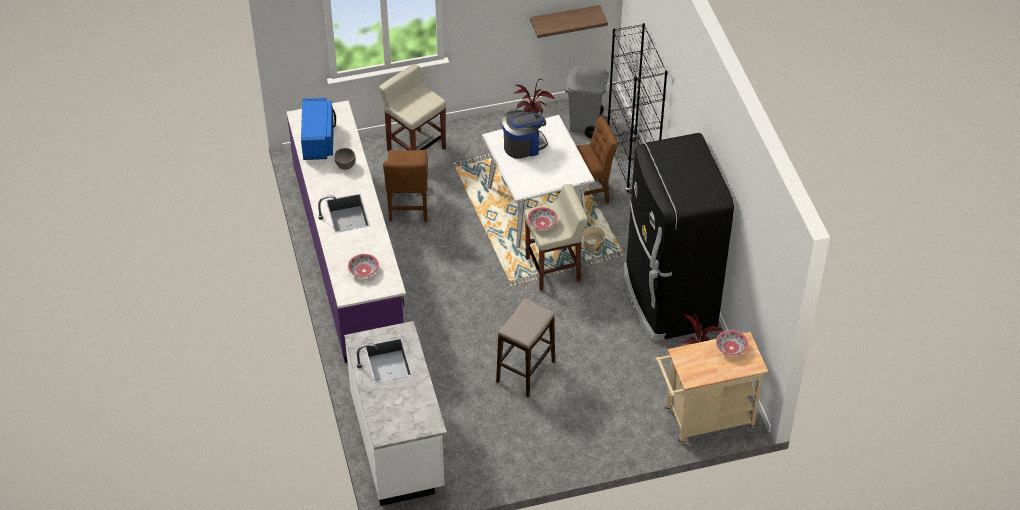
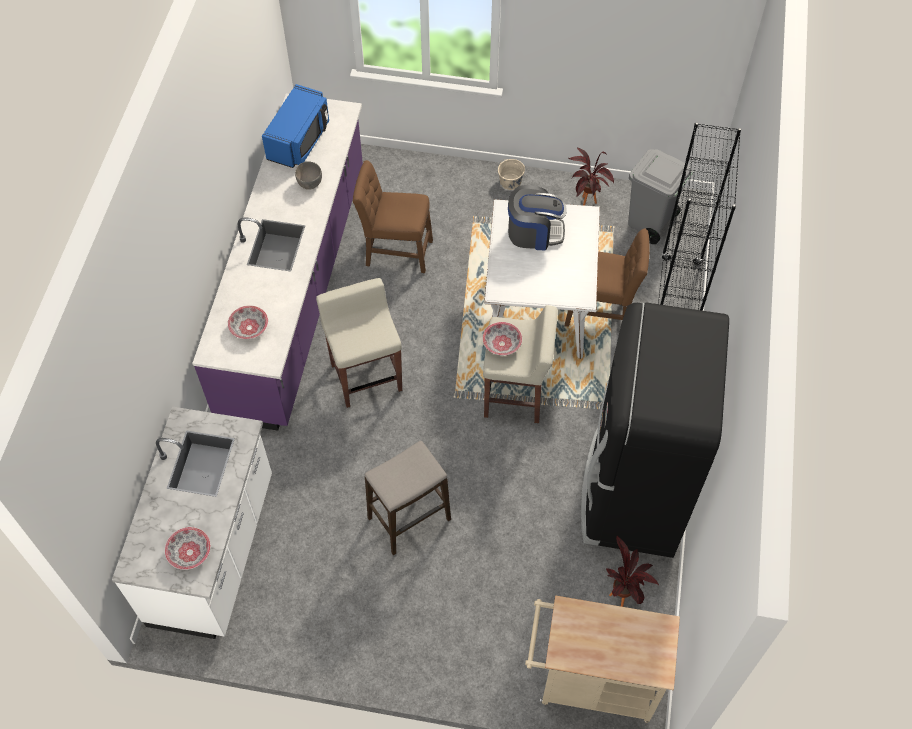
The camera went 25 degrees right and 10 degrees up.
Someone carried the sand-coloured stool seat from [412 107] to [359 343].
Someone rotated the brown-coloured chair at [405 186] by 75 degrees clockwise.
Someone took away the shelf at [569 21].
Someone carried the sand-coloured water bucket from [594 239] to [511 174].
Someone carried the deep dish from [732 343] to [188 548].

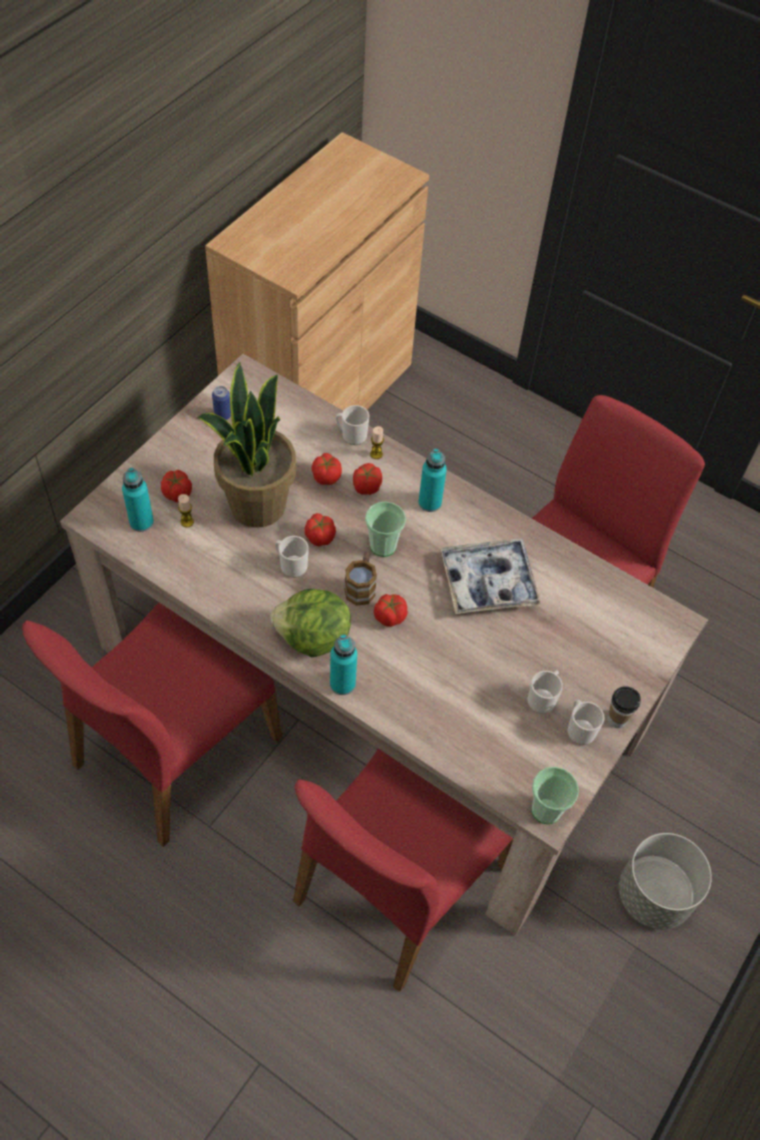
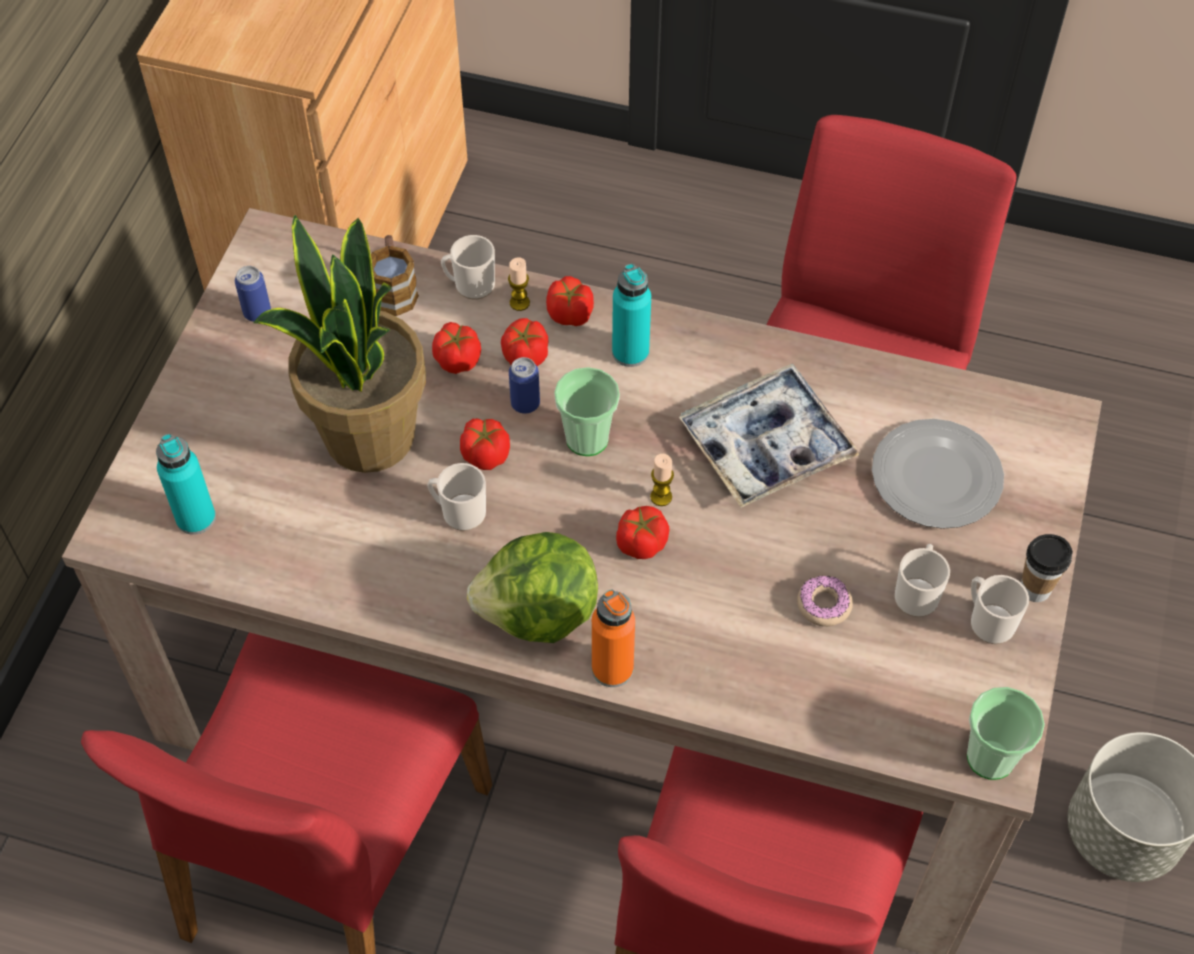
The camera went 15 degrees left and 0 degrees up.
Someone carried the fresh tomato from [176 486] to [570 301].
Someone carried the candle from [186 510] to [662 480].
Someone repainted the turquoise-coloured bottle at [343 664], which became the orange-coloured bottle at [613 638].
Someone carried the mug from [360 579] to [395 275].
Someone put down the metal can at [524 385].
Someone put down the doughnut at [825 601].
Someone put down the plate at [938 474].

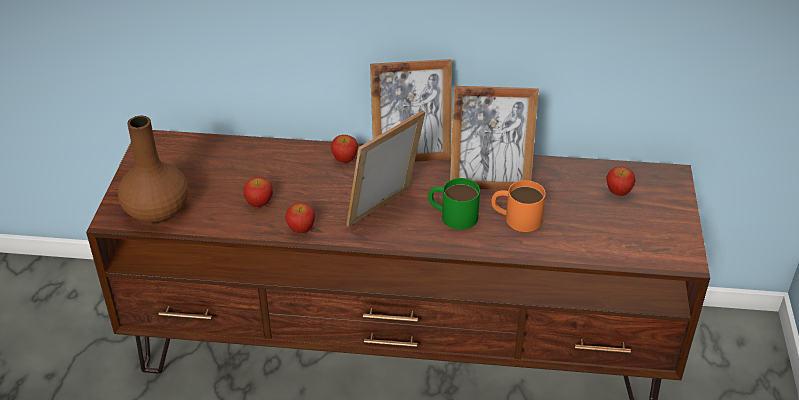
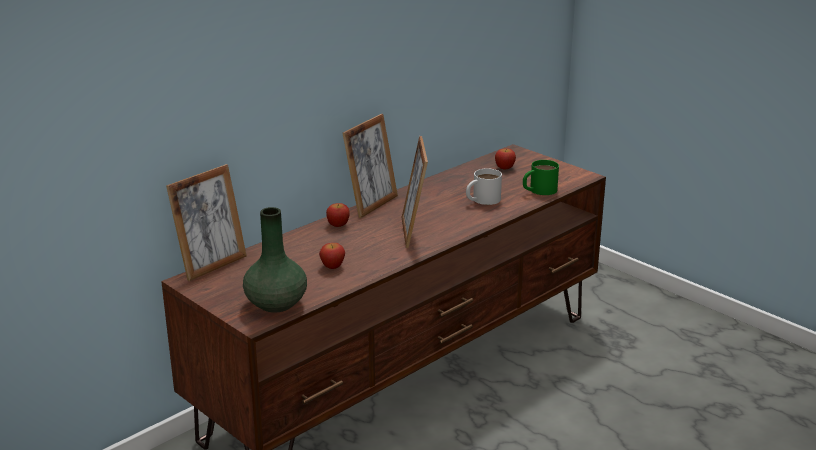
The camera went 50 degrees left and 15 degrees down.
Someone repainted the brown-coloured decorative vase at [153 169], which became the green decorative vase at [275 260].
Someone took away the whole apple at [300 218].
Someone carried the green mug from [454 204] to [541 177].
Someone carried the picture frame from [494 138] to [206 222].
Someone repainted the orange-coloured mug at [518 206], which became the white-coloured mug at [484 186].

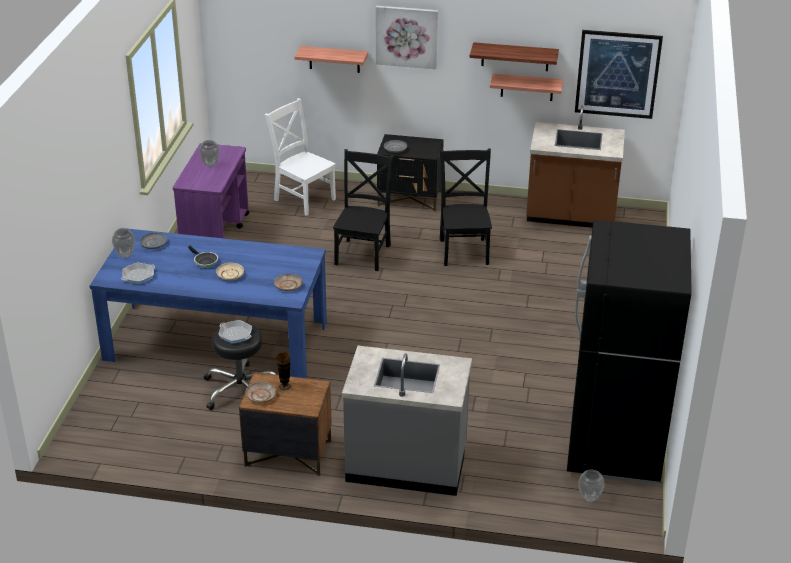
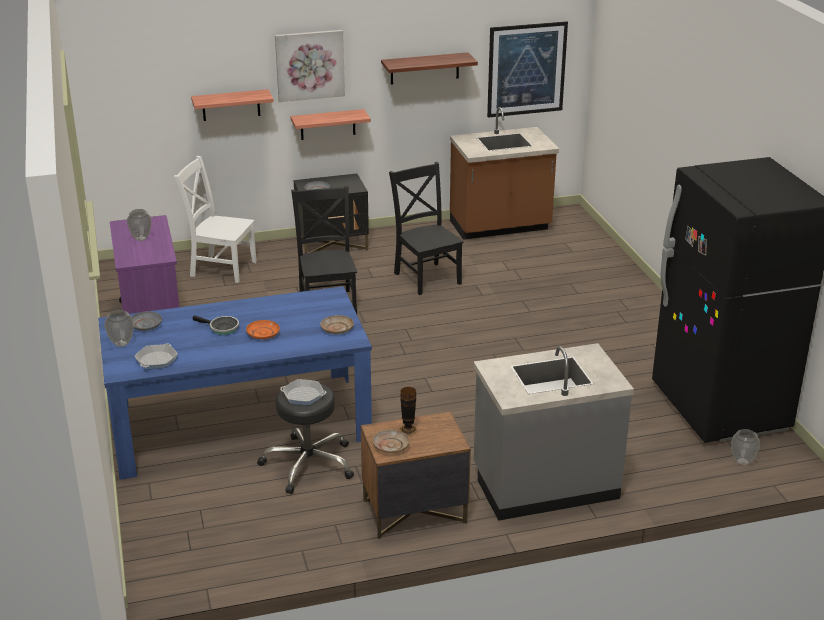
The camera went 25 degrees left and 5 degrees down.
Someone repainted the sand-coloured plate at [230 271], which became the orange-coloured plate at [263 329].
Someone carried the shelf from [526 87] to [330 124].

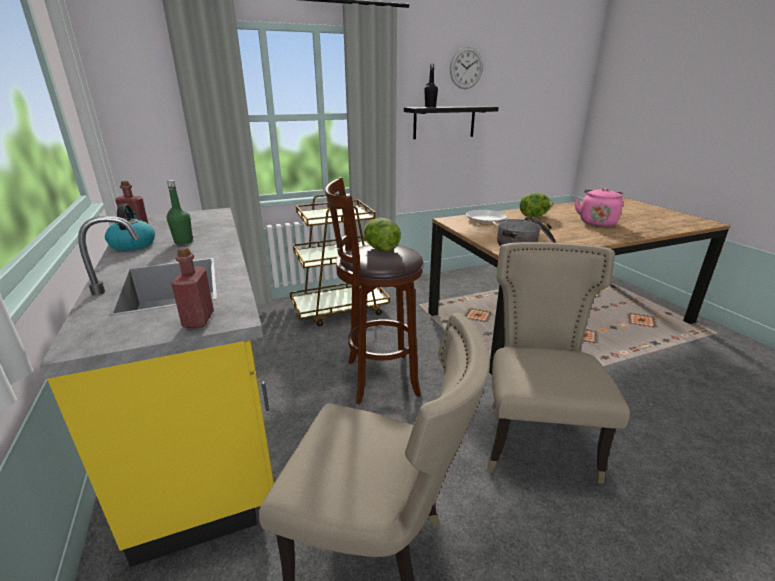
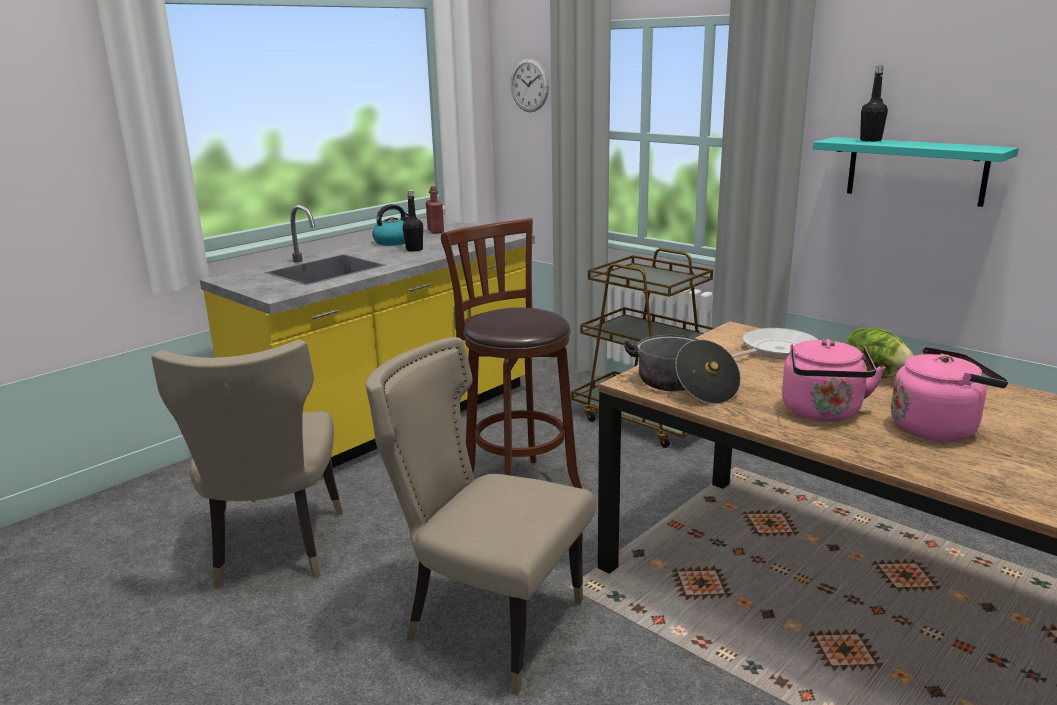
The camera went 65 degrees right and 5 degrees down.
Someone repainted the green bottle at [180 212], which became the black bottle at [413 221].
Someone took away the reddish bottle at [192 287].
Someone took away the lettuce at [382 234].
Someone repainted the black shelf at [451 122], which became the turquoise-coloured shelf at [916 172].
Someone carried the hanging clock from [466 68] to [530 85].
Someone rotated the sand-coloured chair at [558 363] by 135 degrees counterclockwise.
Someone put down the pink kettle at [833 380].

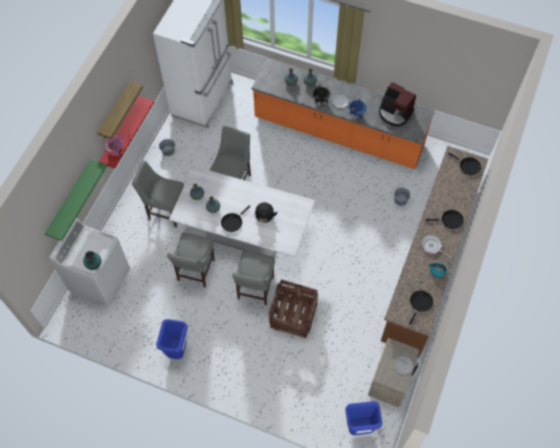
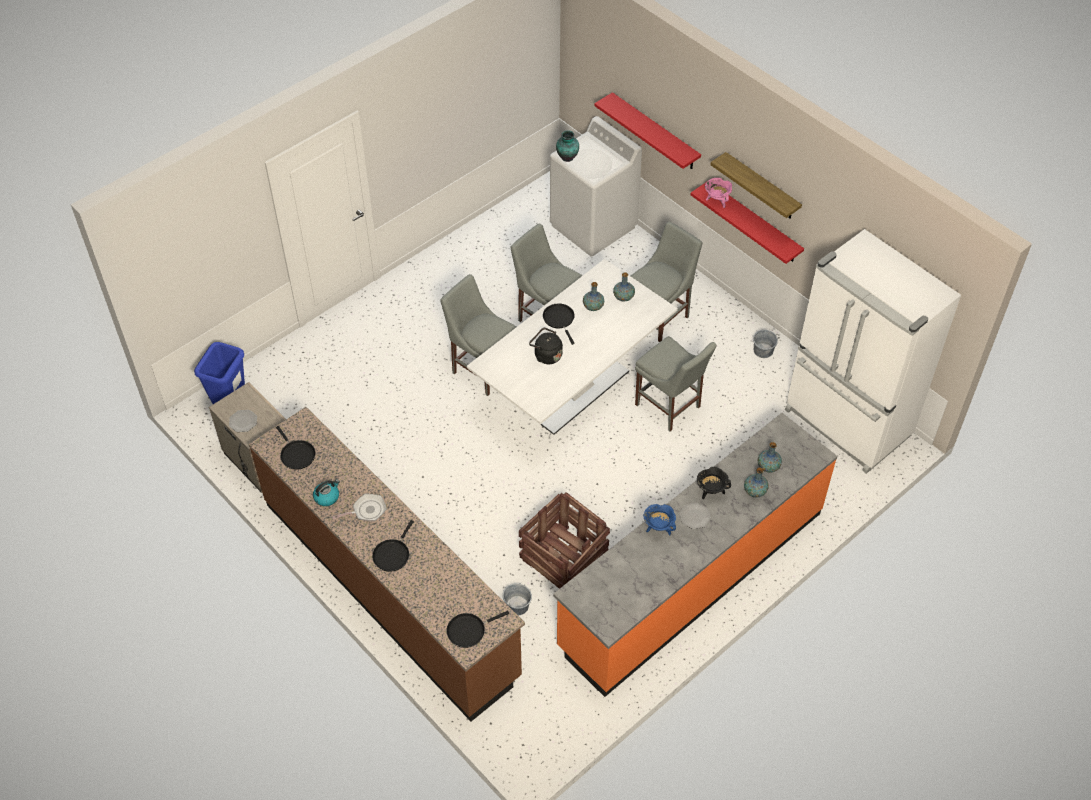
The camera went 115 degrees right and 10 degrees down.
Someone repainted the green shelf at [76 200], which became the reddish shelf at [647 130].
Someone took away the blue waste bin at [171 339].
Someone carried the crate from [293 309] to [564 540].
Someone took away the coffee machine at [397 104].

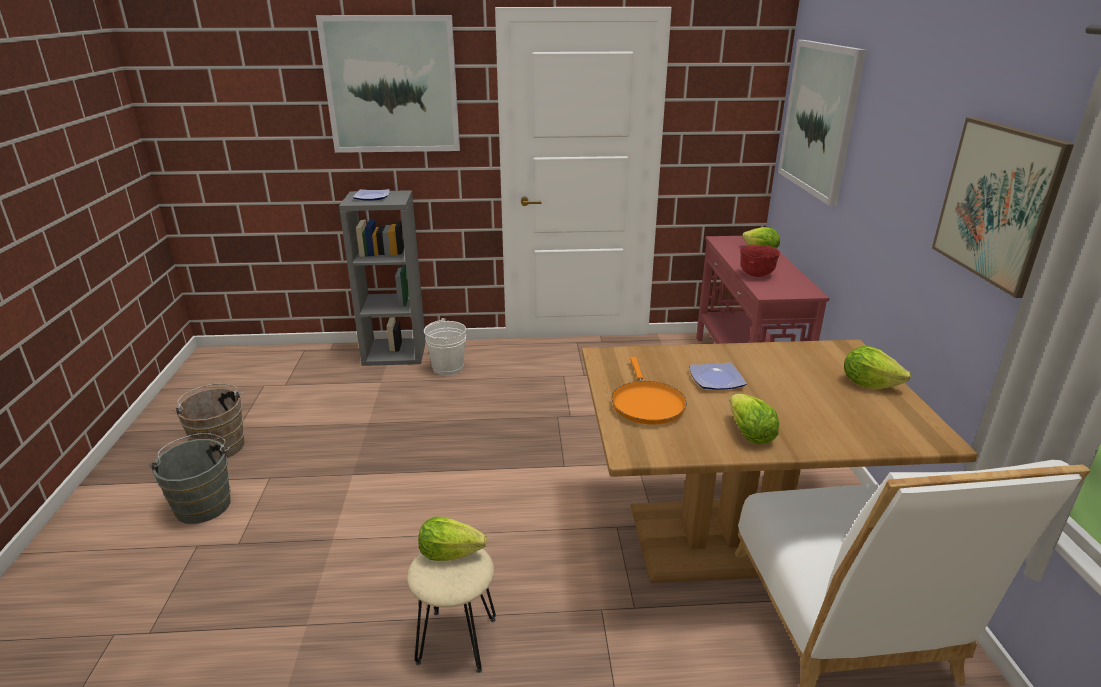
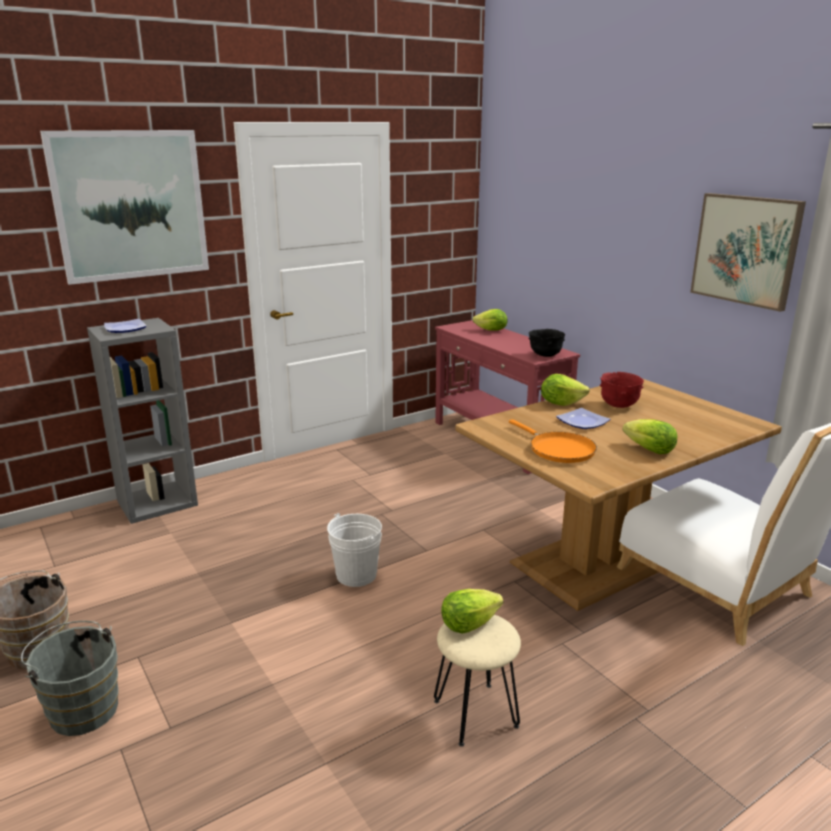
The camera went 30 degrees left and 5 degrees down.
Someone carried the white-coloured water bucket from [445 346] to [354 550].
Someone carried the reddish deep dish from [760 261] to [622 390].
Someone took away the wall picture at [822 123].
Someone carried the lettuce from [877 367] to [565 390].
Someone put down the black deep dish at [547 343].

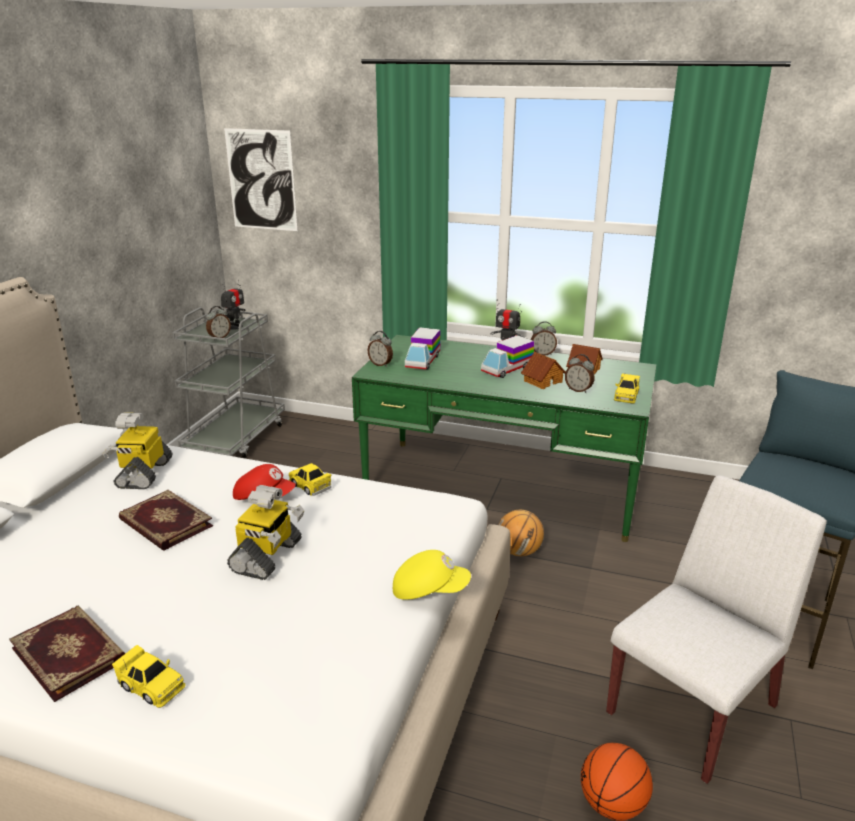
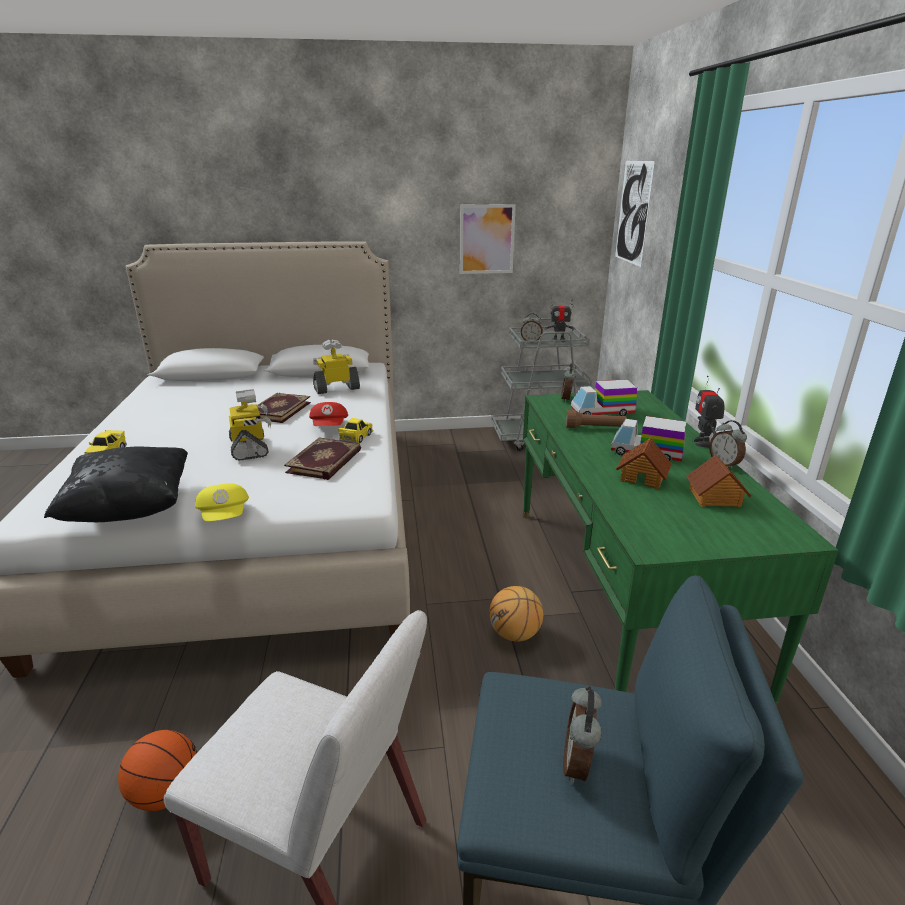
The camera went 65 degrees right and 0 degrees up.
Someone carried the volume from [67 654] to [322 458].
Someone rotated the model robot at [265 532] by 105 degrees counterclockwise.
Someone carried the alarm clock from [579 373] to [582 735].
Someone took away the yellow-coloured miniature car at [627 388].
Someone put down the black cushion at [116 484].
Someone put up the wall picture at [488 239].
Someone put down the brown-coloured torch at [596 419].

